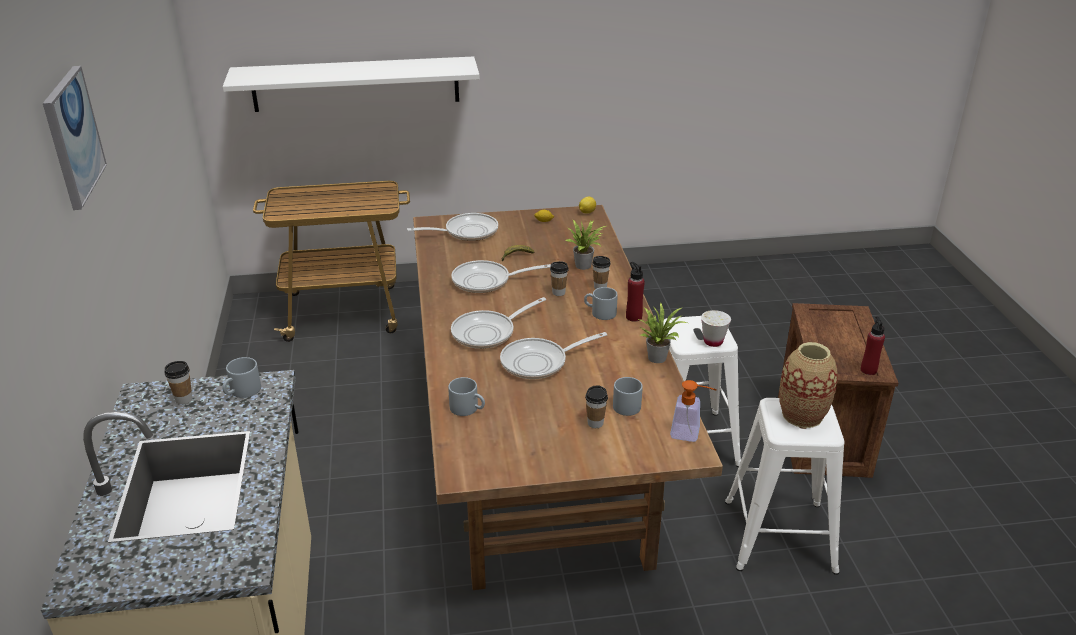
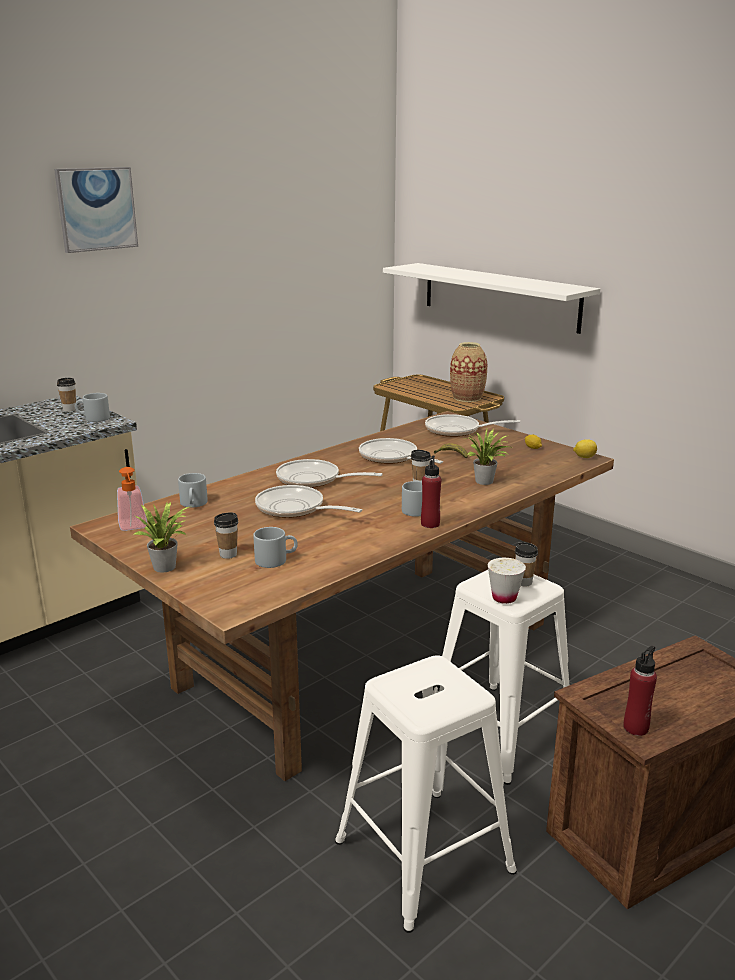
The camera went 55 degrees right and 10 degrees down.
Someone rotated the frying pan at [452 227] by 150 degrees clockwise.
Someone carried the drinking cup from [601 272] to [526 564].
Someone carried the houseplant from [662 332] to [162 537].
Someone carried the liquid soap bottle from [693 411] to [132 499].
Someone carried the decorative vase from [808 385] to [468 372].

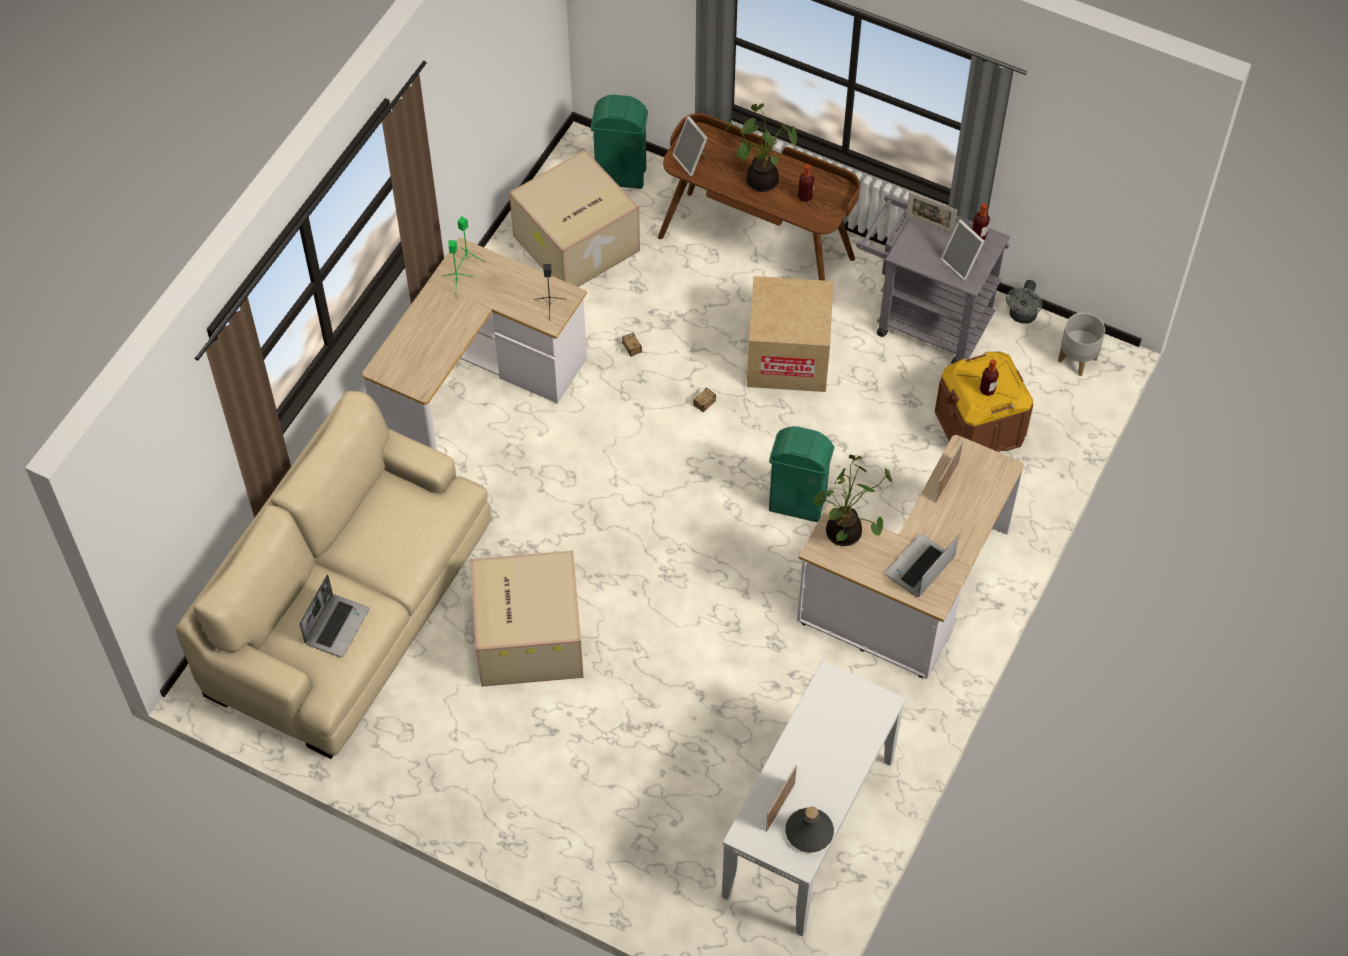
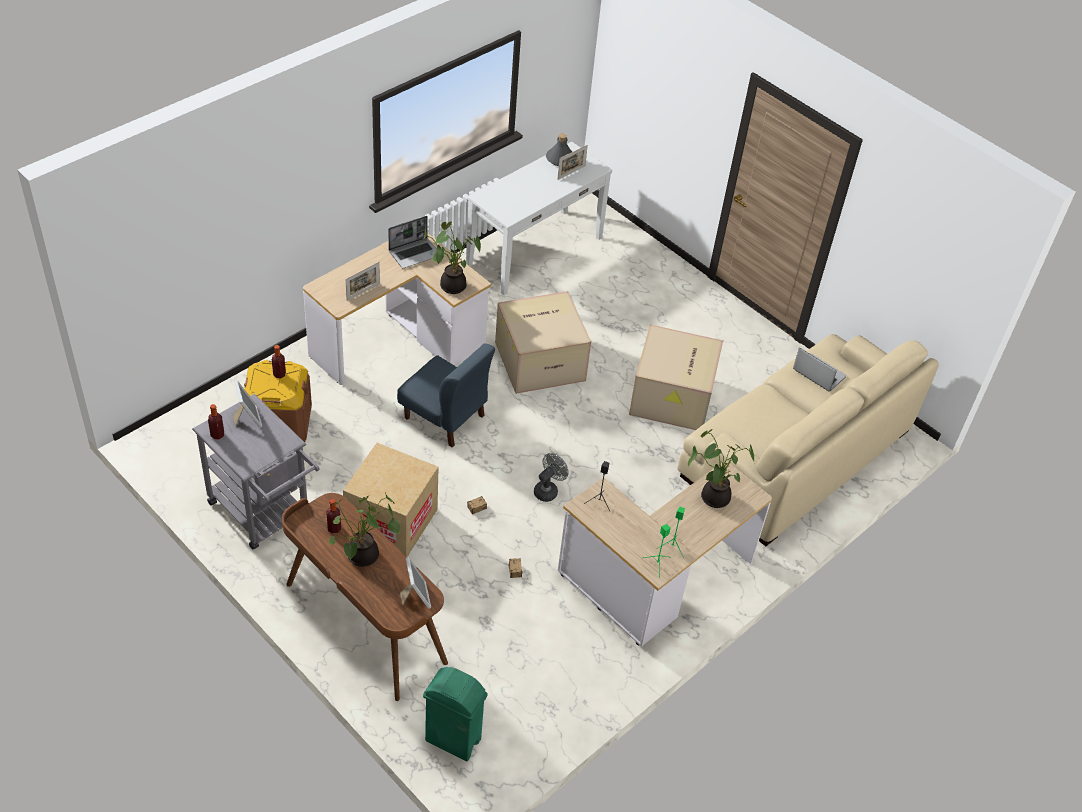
The camera went 165 degrees left and 10 degrees down.
Someone rotated the portable computer at [334 615] by 90 degrees clockwise.
Someone carried the packing box from [574 218] to [543 342].
Someone swapped the green waste bin at [801 474] for the blue chair at [446 395].
Someone took away the picture frame at [931 213].
Someone carried the gray electric fan from [1024 302] to [551 477].
Someone took away the gray planter at [1081 344].
Someone put down the houseplant at [721 468].

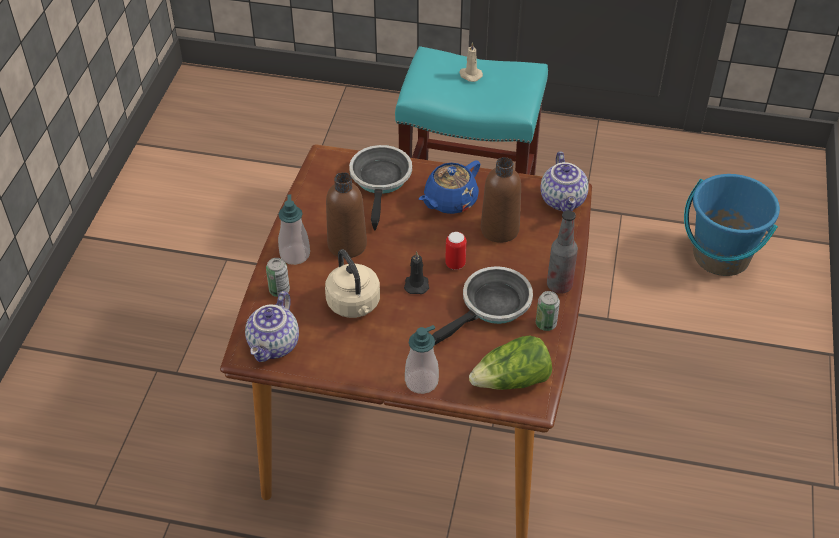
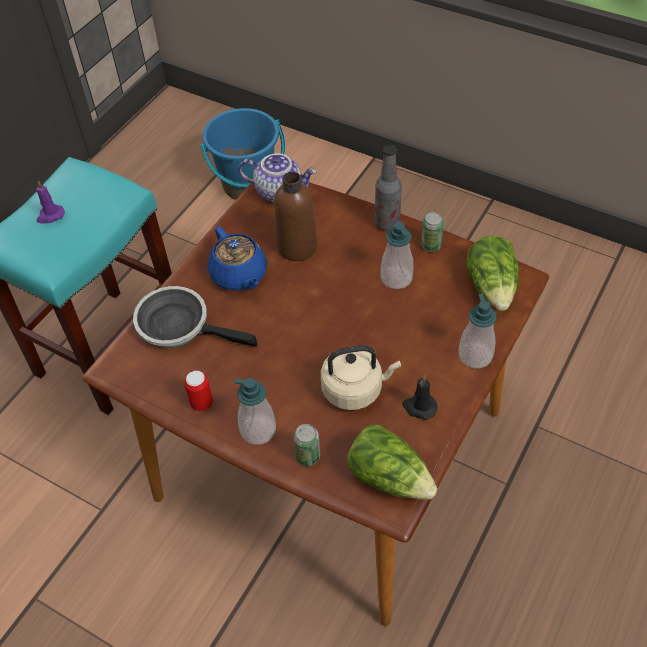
The camera went 70 degrees left and 5 degrees up.
Someone swapped the pot for tea at [272 326] for the lettuce at [392 462].
Someone took away the brown-coloured bottle at [346 215].
Someone carried the black candle from [416 272] to [420 398].
Someone swapped the frying pan at [482 305] for the liquid soap bottle at [396 255].
Someone carried the metal can from [456 251] to [198 390].
Someone repainted the sand-coloured candle at [471 62], which became the purple-coloured candle at [50 202].

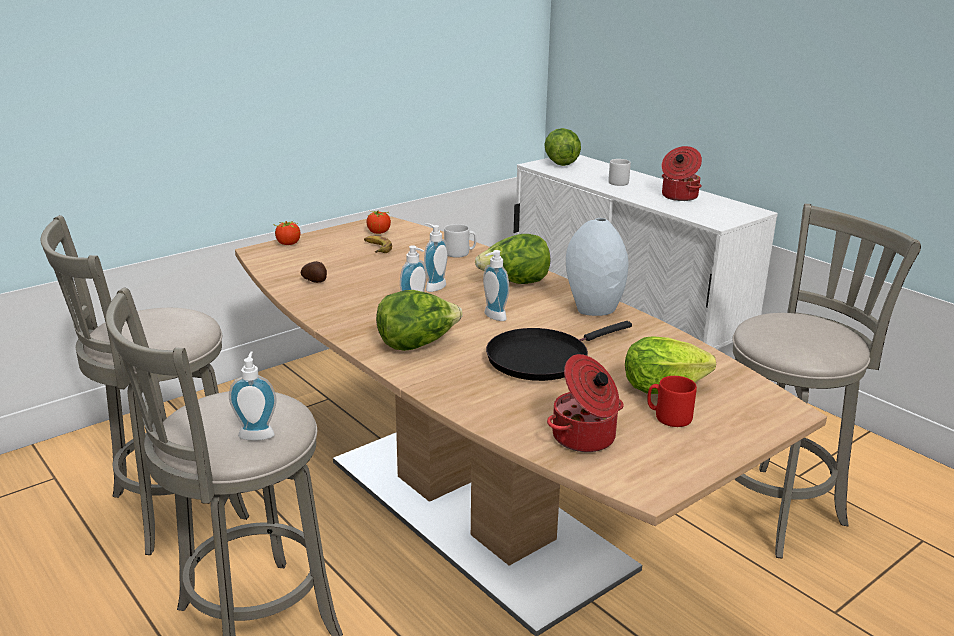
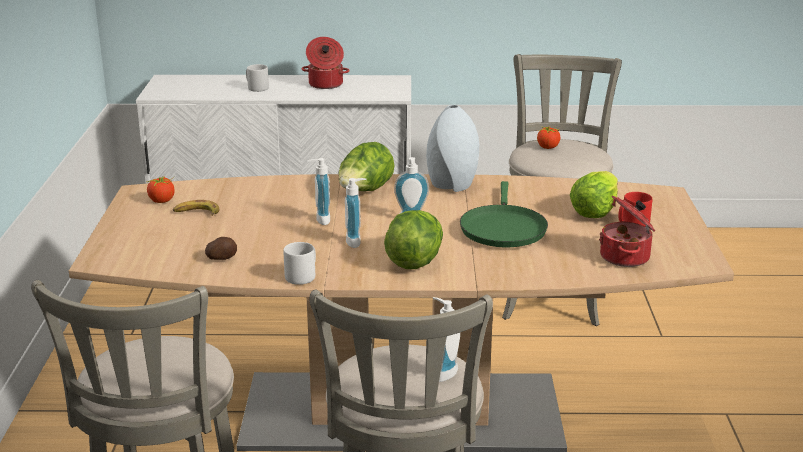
The camera went 50 degrees left and 0 degrees up.
Someone carried the fresh tomato from [286 233] to [548 138].
Someone carried the gray mug from [460 241] to [299 263].
Someone repainted the black frying pan at [559 351], which became the green frying pan at [504 214].
Someone took away the lettuce at [562 147].

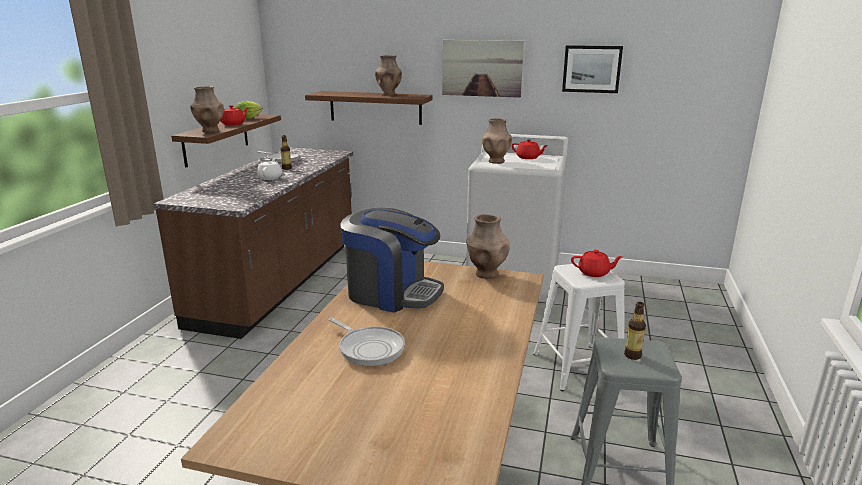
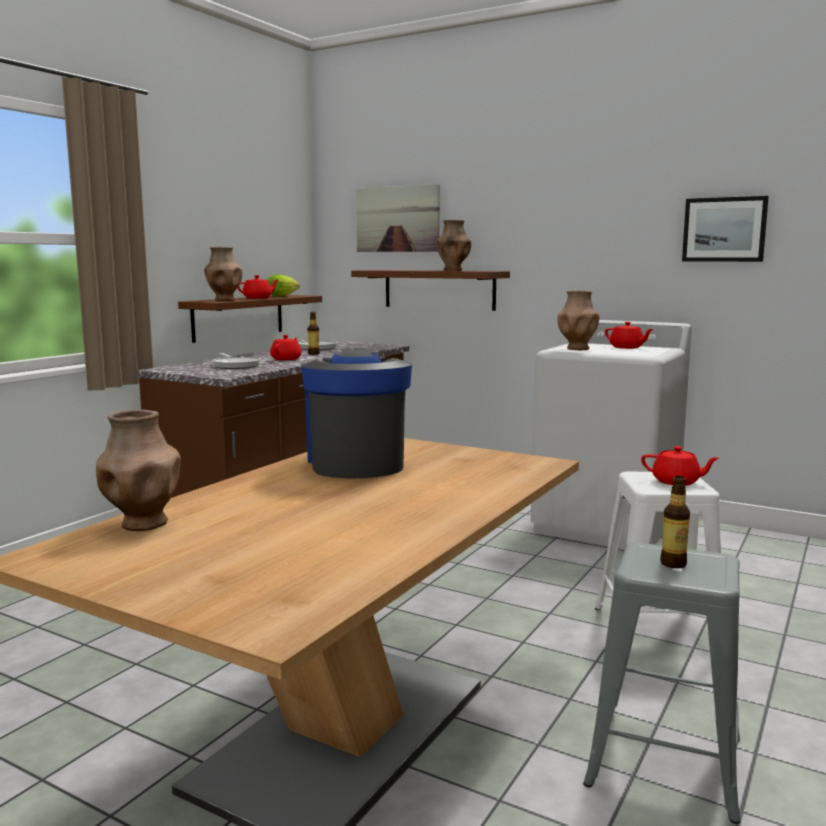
The camera went 15 degrees right and 10 degrees down.
Someone repainted the white-coloured pot for tea at [269 169], which became the reddish pot for tea at [286 347].
Someone carried the frying pan from [366 342] to [236 361].
Someone rotated the coffee machine at [392 260] by 135 degrees counterclockwise.
Someone carried the wall picture from [483 69] to [398 218].
Someone carried the brown-coloured decorative vase from [488 246] to [138 470].

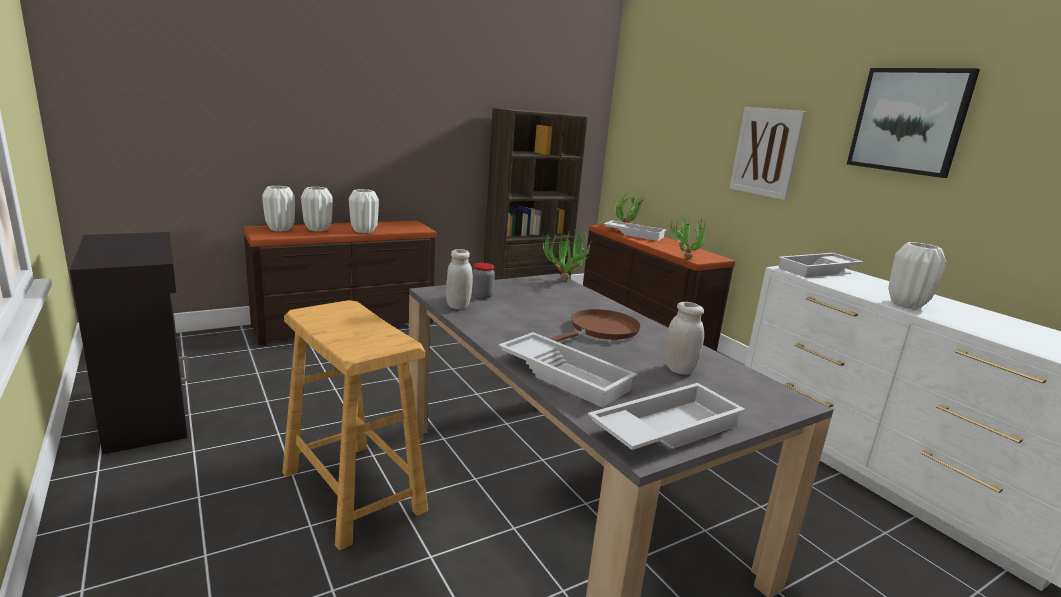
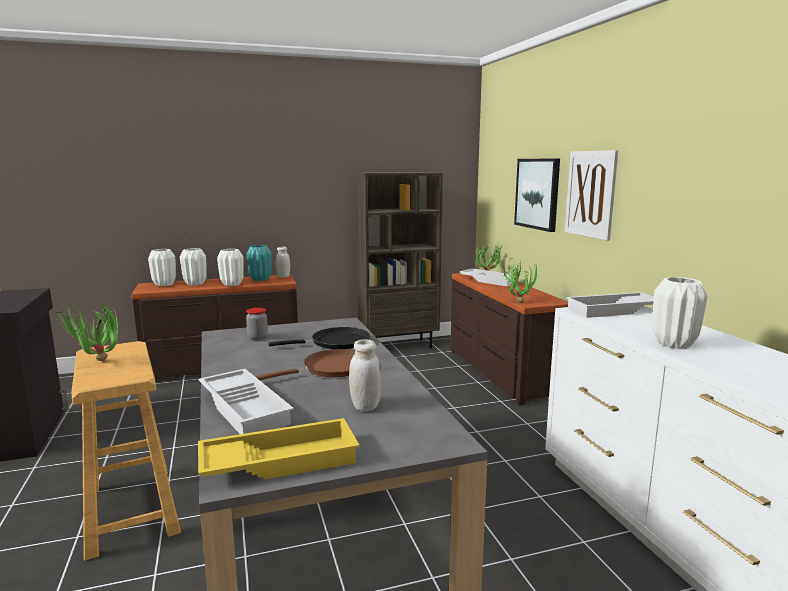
The camera went 15 degrees right and 5 degrees down.
Someone carried the white-coloured jar from [459 279] to [283 262].
Someone carried the houseplant from [569 253] to [86 331].
Someone repainted the white-coloured carrying tray at [666 416], which became the yellow-coloured carrying tray at [279 449].
Someone carried the wall picture from [913 123] to [537 195].
Someone put down the turquoise-coloured decorative vase at [259 263].
Someone put down the black frying pan at [319 338].

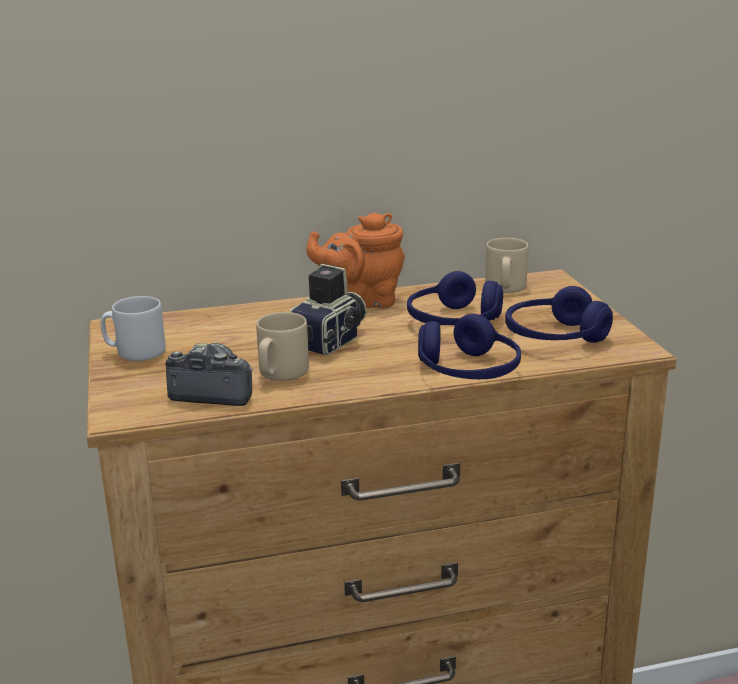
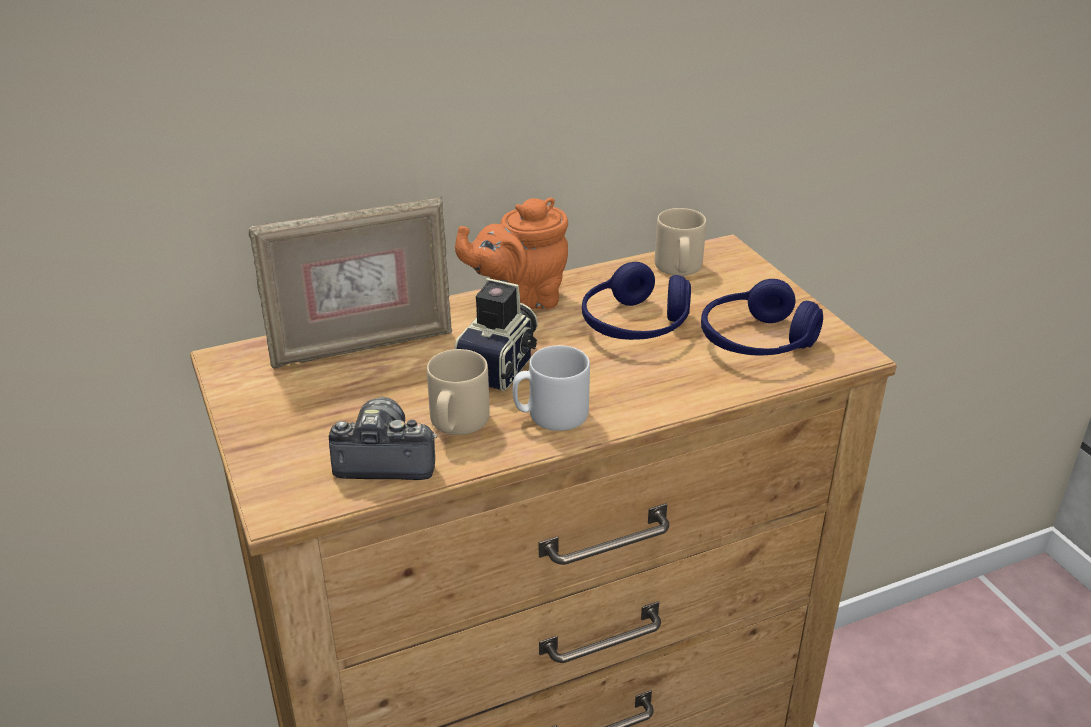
The camera went 10 degrees left and 10 degrees up.
Someone carried the gray mug from [133 328] to [551 388].
Someone took away the blue headset at [469 346].
Someone put down the picture frame at [350 283].

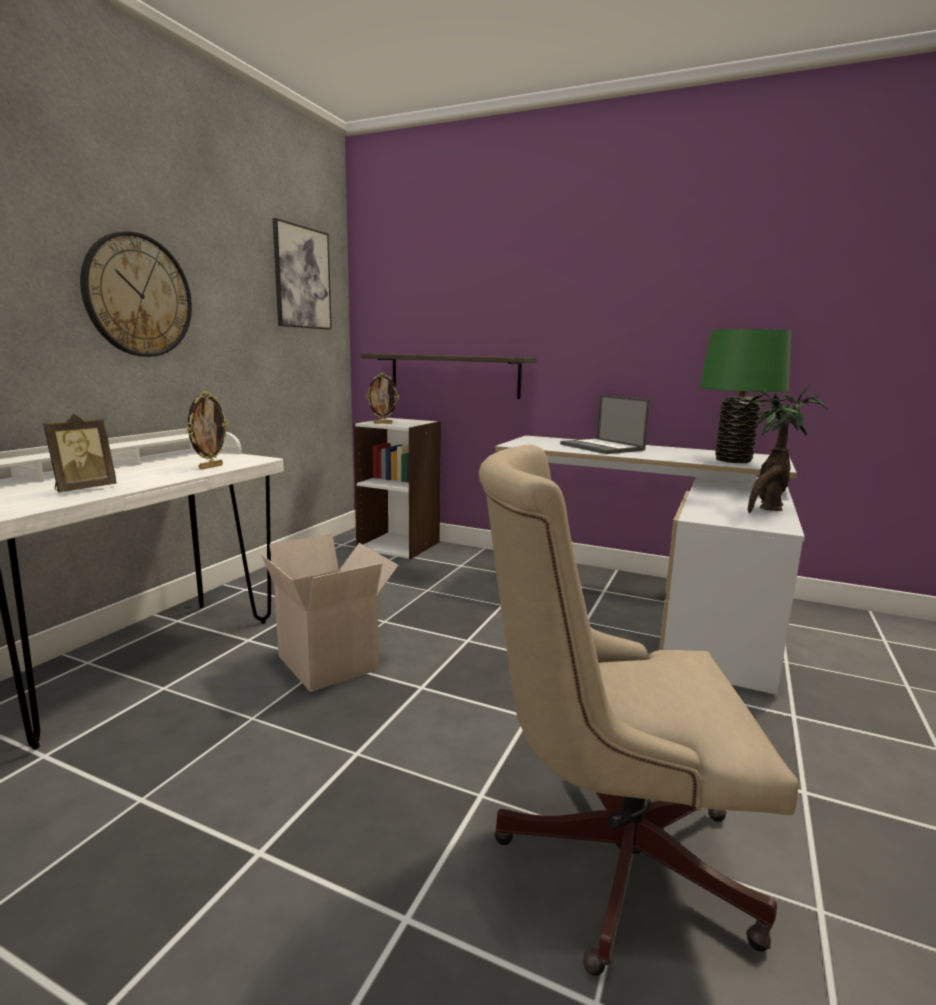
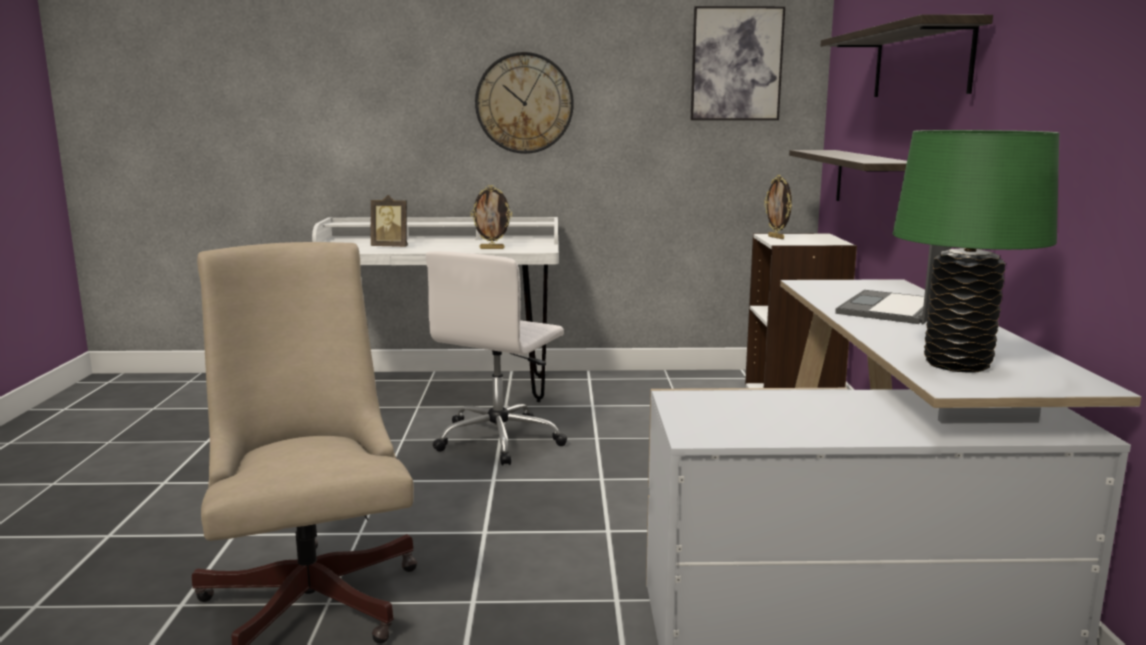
The camera went 65 degrees right and 0 degrees up.
Someone swapped the packing box at [330 613] for the white-coloured office chair at [496 358].
Someone took away the houseplant at [788 449].
Someone put up the shelf at [907 55].

